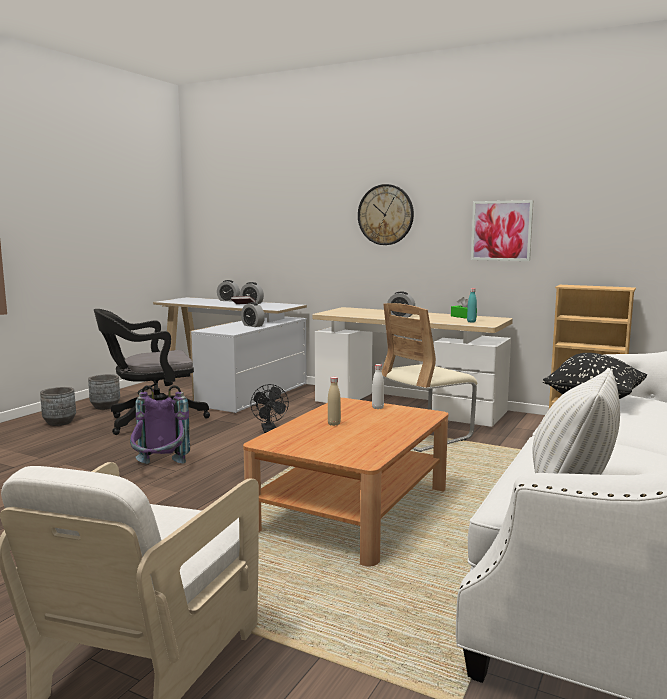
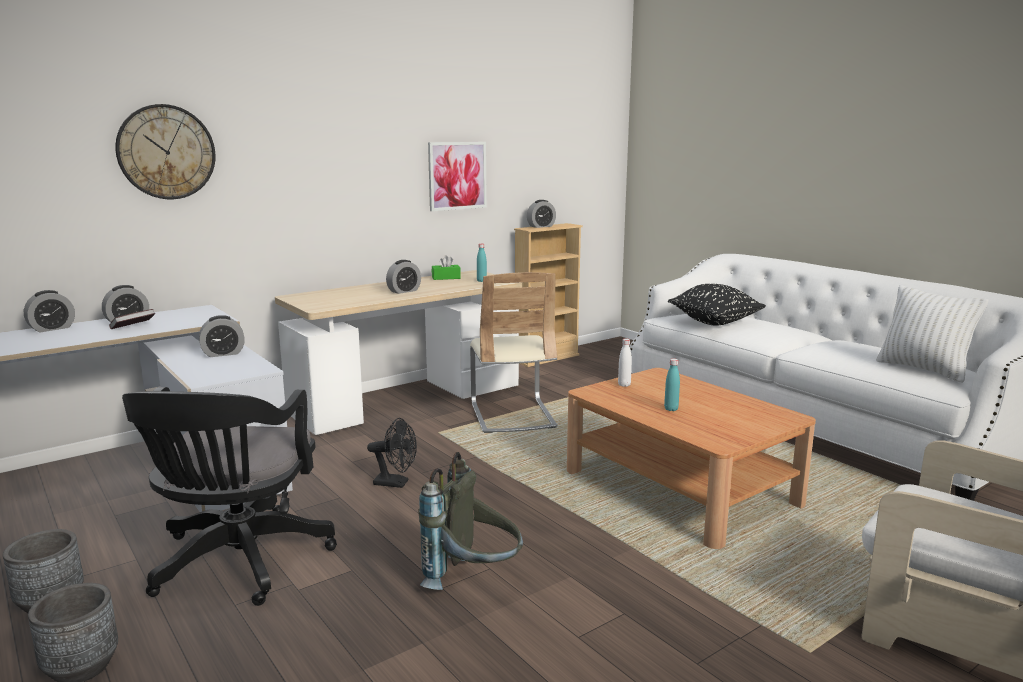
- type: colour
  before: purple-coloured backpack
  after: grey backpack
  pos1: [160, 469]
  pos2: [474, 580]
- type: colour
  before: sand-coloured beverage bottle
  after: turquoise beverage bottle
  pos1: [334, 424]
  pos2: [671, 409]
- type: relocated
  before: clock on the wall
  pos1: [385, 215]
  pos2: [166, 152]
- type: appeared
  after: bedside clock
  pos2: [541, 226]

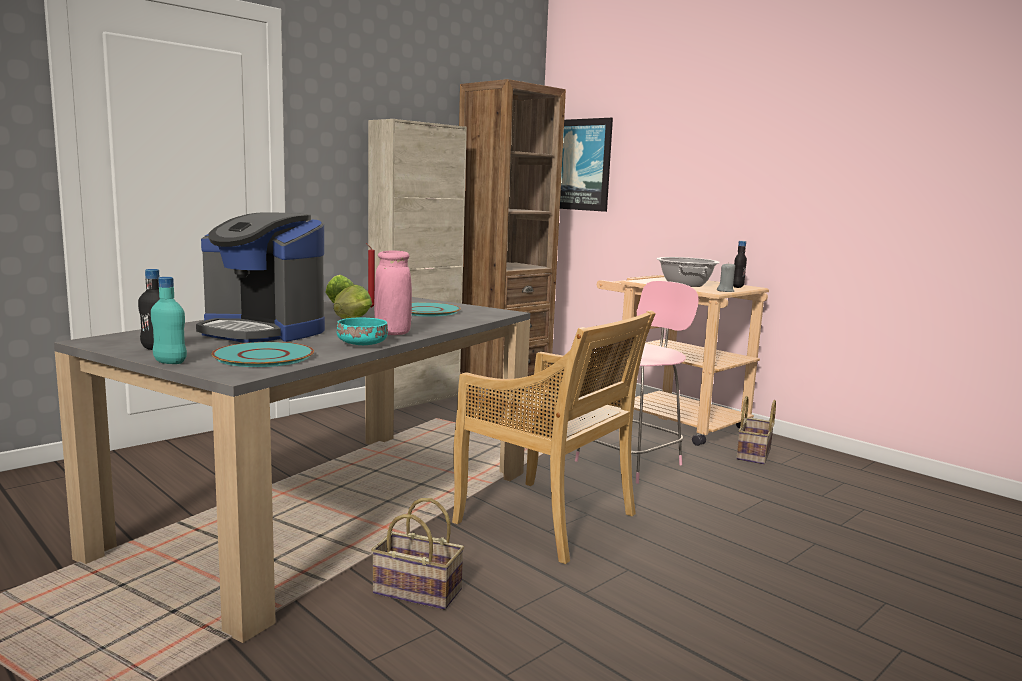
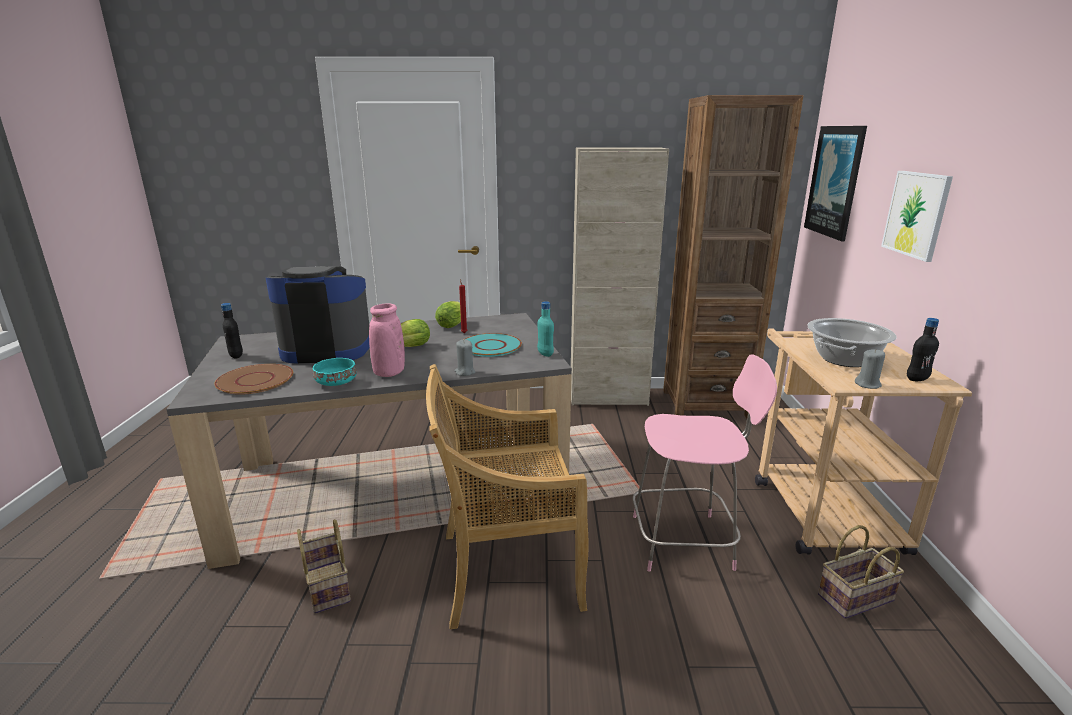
- type: relocated
  before: turquoise beverage bottle
  pos1: [170, 362]
  pos2: [545, 354]
- type: spun
  before: coffee machine
  pos1: [263, 331]
  pos2: [327, 350]
  turn: 105
- type: colour
  before: turquoise plate
  after: brownish plate
  pos1: [264, 356]
  pos2: [255, 380]
- type: spun
  before: sand-coloured upright chair
  pos1: [548, 520]
  pos2: [507, 571]
  turn: 90
- type: appeared
  after: grey wax light
  pos2: [465, 372]
- type: appeared
  after: picture
  pos2: [916, 214]

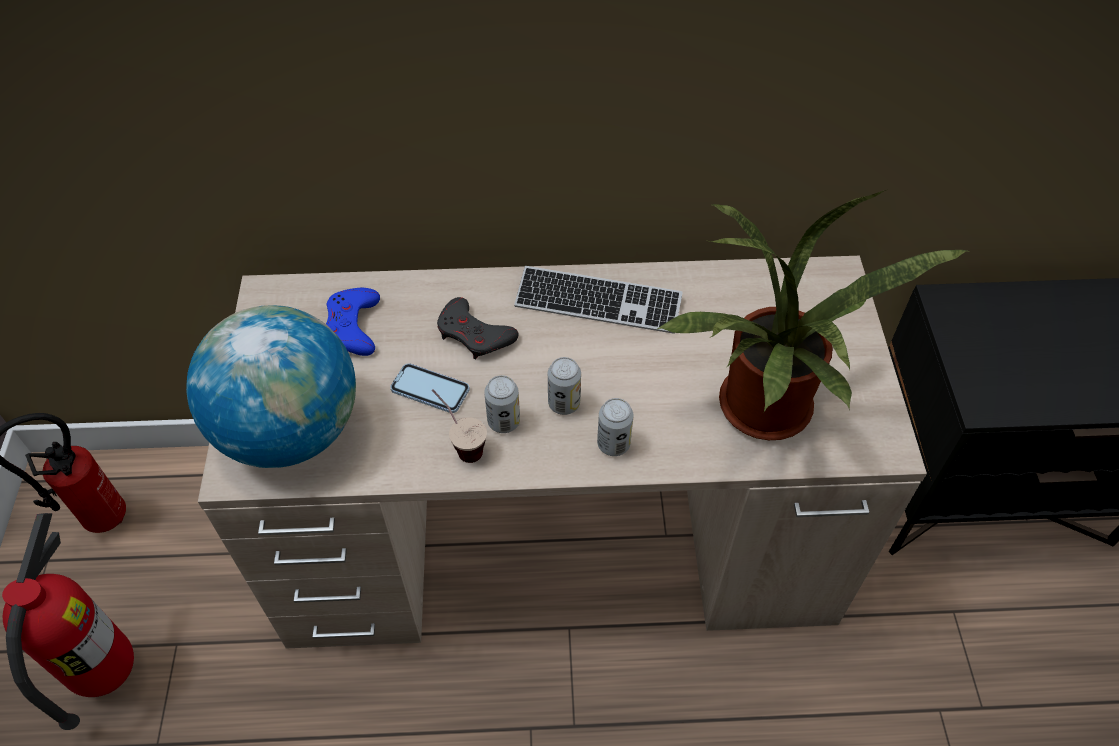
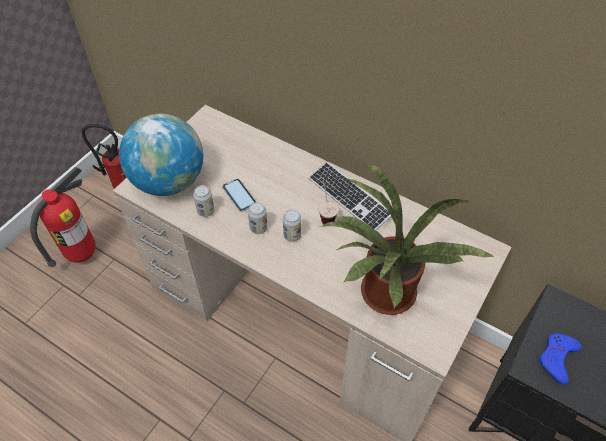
- type: relocated
  before: blue-coloured game controller
  pos1: [353, 327]
  pos2: [557, 358]
- type: relocated
  before: drinking cup
  pos1: [460, 444]
  pos2: [326, 214]
- type: missing
  before: grey game controller
  pos1: [474, 334]
- type: relocated
  before: metal can
  pos1: [613, 444]
  pos2: [206, 211]

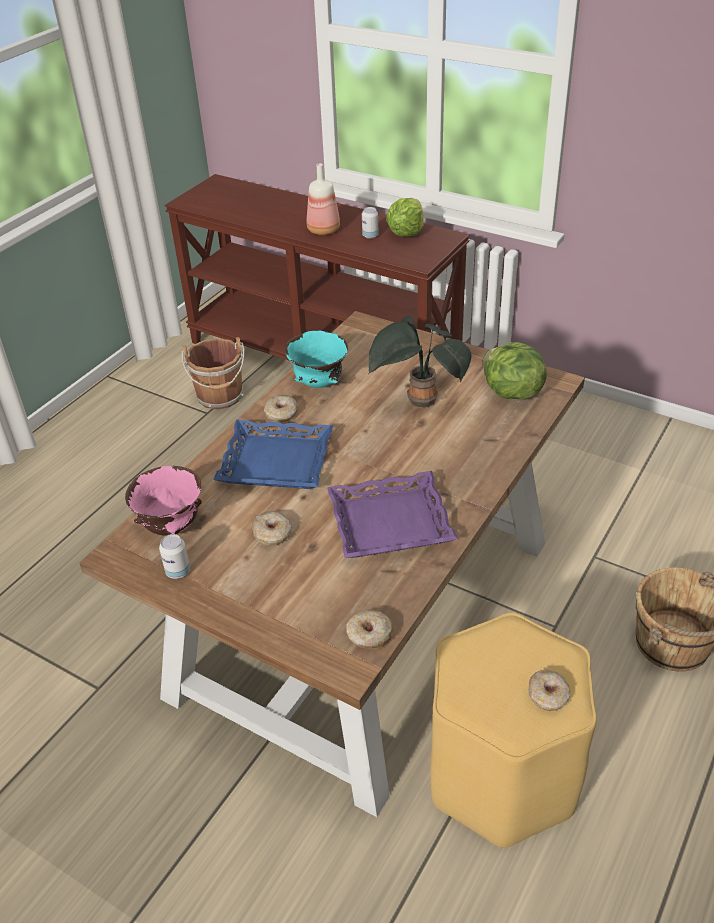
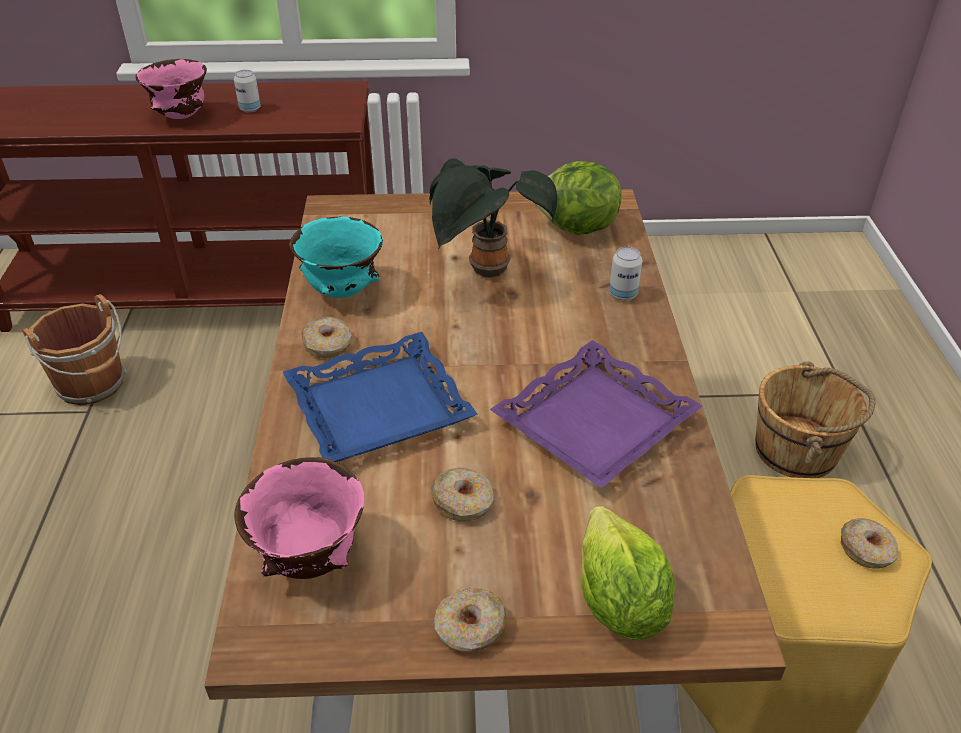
- type: relocated
  before: metal can
  pos1: [178, 571]
  pos2: [623, 294]
- type: exchanged
  before: beverage bottle
  after: pink-coloured bowl
  pos1: [322, 230]
  pos2: [180, 116]
- type: relocated
  before: donut
  pos1: [369, 635]
  pos2: [470, 628]
- type: relocated
  before: lettuce
  pos1: [406, 232]
  pos2: [618, 602]

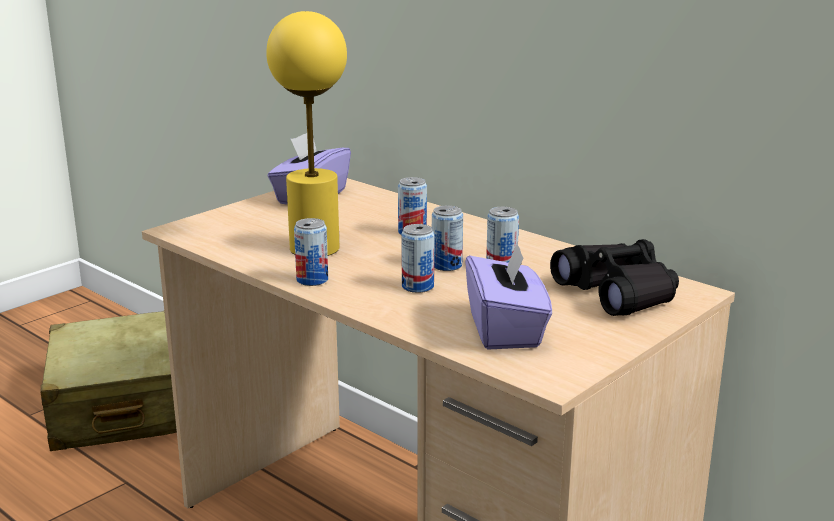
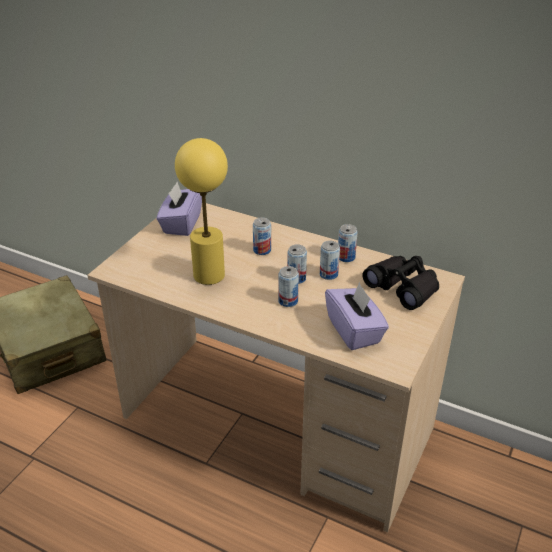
- type: relocated
  before: metal can
  pos1: [312, 280]
  pos2: [346, 257]

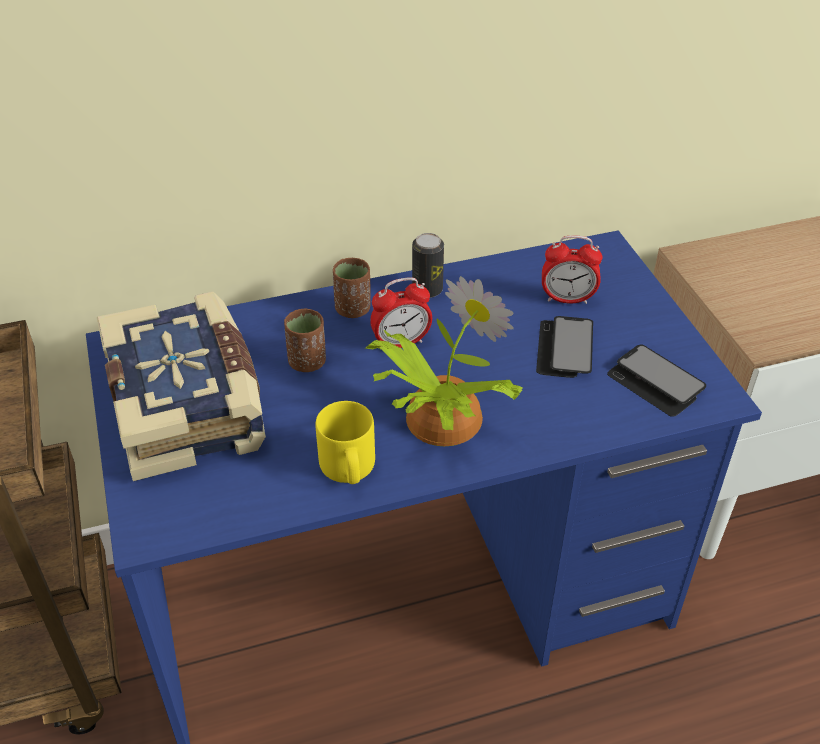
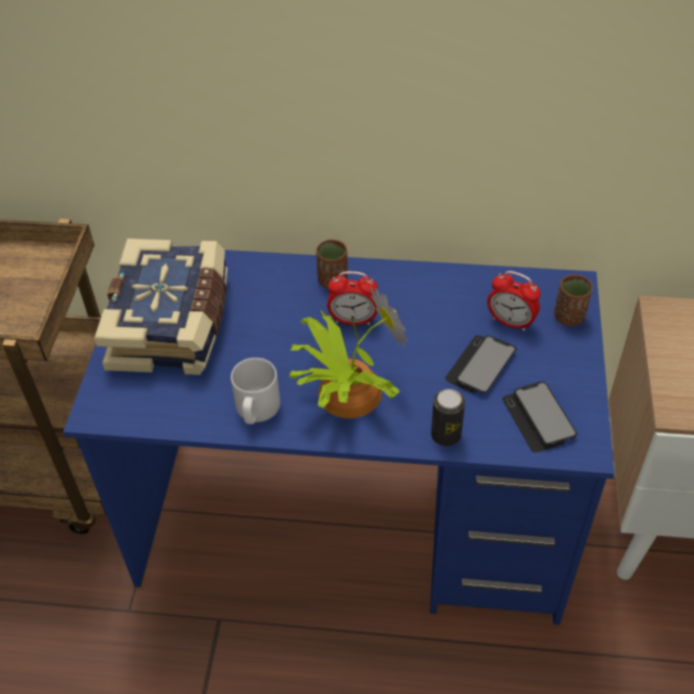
- type: relocated
  before: brownish drinking cup
  pos1: [307, 362]
  pos2: [569, 317]
- type: colour
  before: yellow tea mug
  after: grey tea mug
  pos1: [348, 468]
  pos2: [256, 410]
- type: relocated
  before: metal can
  pos1: [427, 289]
  pos2: [446, 435]

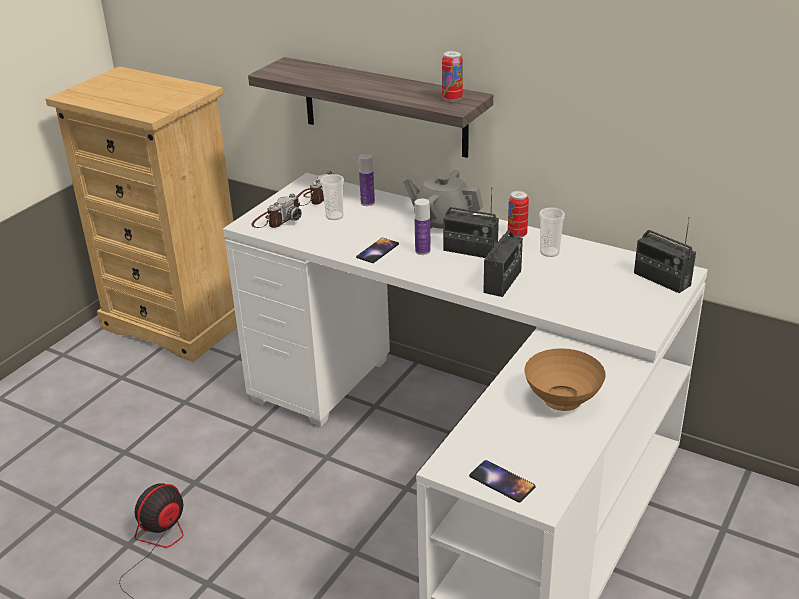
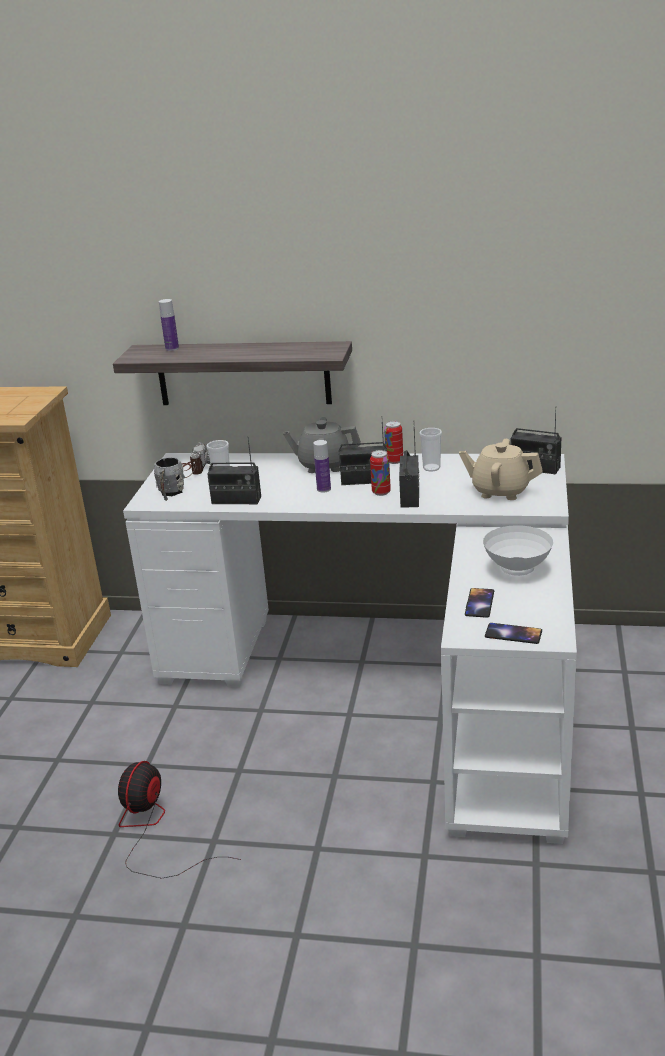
- type: exchanged
  before: still camera
  after: grey tea mug
  pos1: [277, 220]
  pos2: [170, 493]
- type: relocated
  before: phone
  pos1: [377, 251]
  pos2: [479, 603]
- type: relocated
  before: beverage bottle
  pos1: [367, 203]
  pos2: [172, 348]
- type: relocated
  before: metal can
  pos1: [452, 99]
  pos2: [381, 492]
- type: colour
  before: brownish bowl
  after: white-coloured bowl
  pos1: [563, 401]
  pos2: [518, 569]
- type: appeared
  after: radio receiver
  pos2: [236, 500]
- type: appeared
  after: sand-coloured teapot
  pos2: [500, 491]

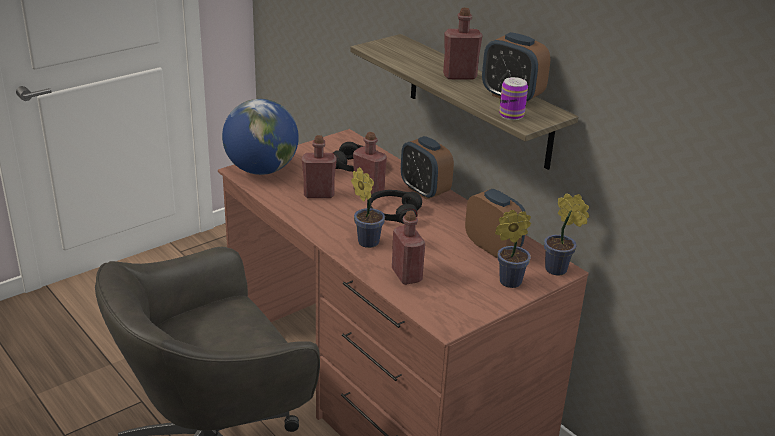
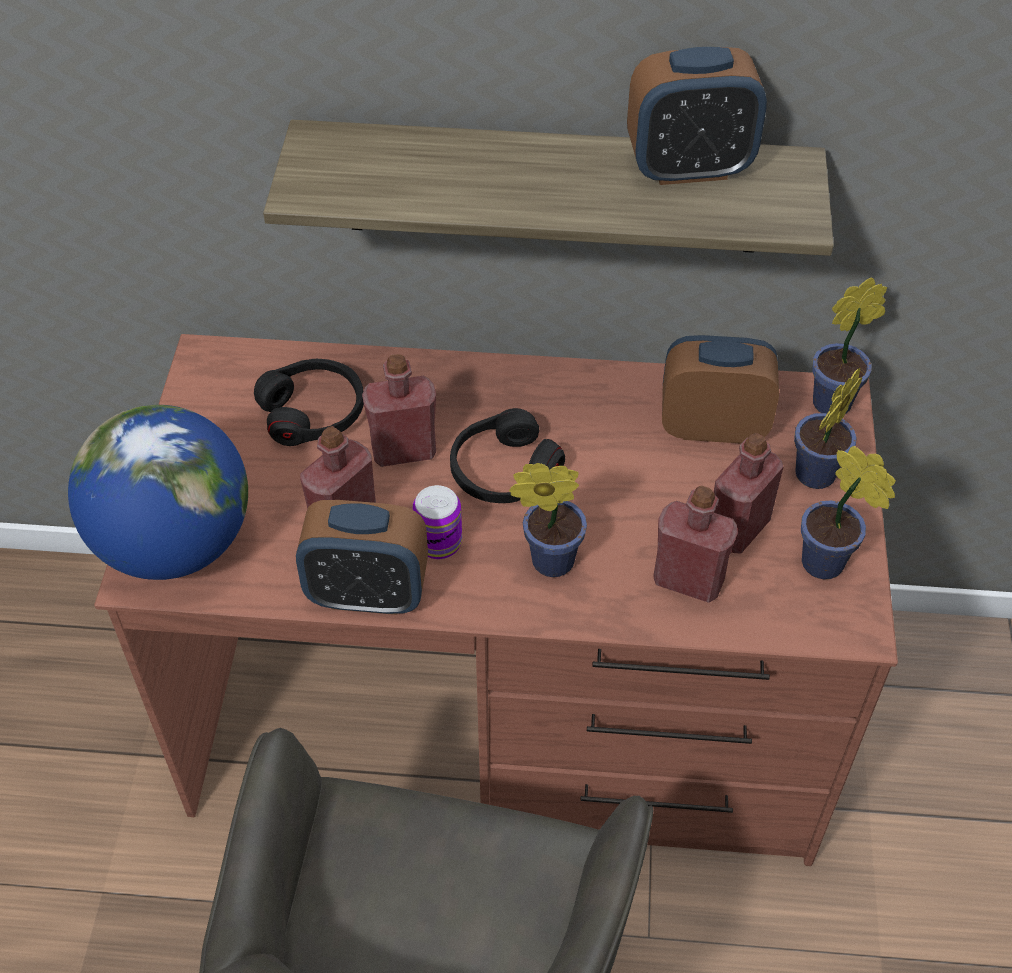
- type: relocated
  before: bedside clock
  pos1: [424, 191]
  pos2: [367, 594]
- type: relocated
  before: red beverage bottle
  pos1: [459, 76]
  pos2: [738, 529]
- type: relocated
  before: metal can
  pos1: [511, 115]
  pos2: [438, 543]
- type: appeared
  after: houseplant
  pos2: [828, 566]

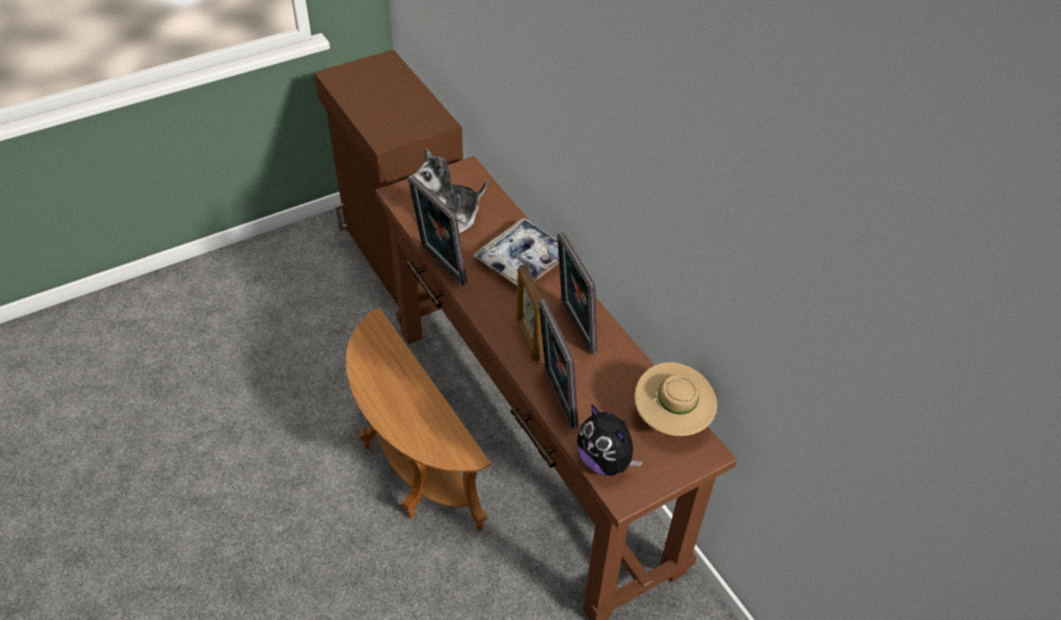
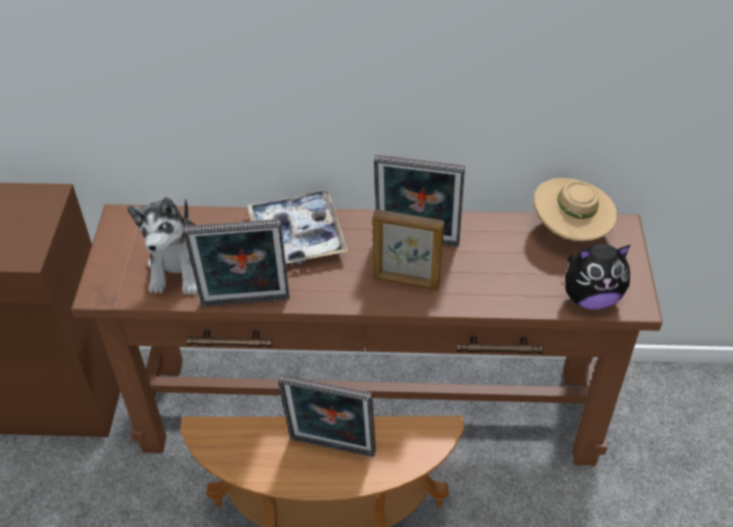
- type: relocated
  before: standing frame
  pos1: [556, 398]
  pos2: [331, 450]

